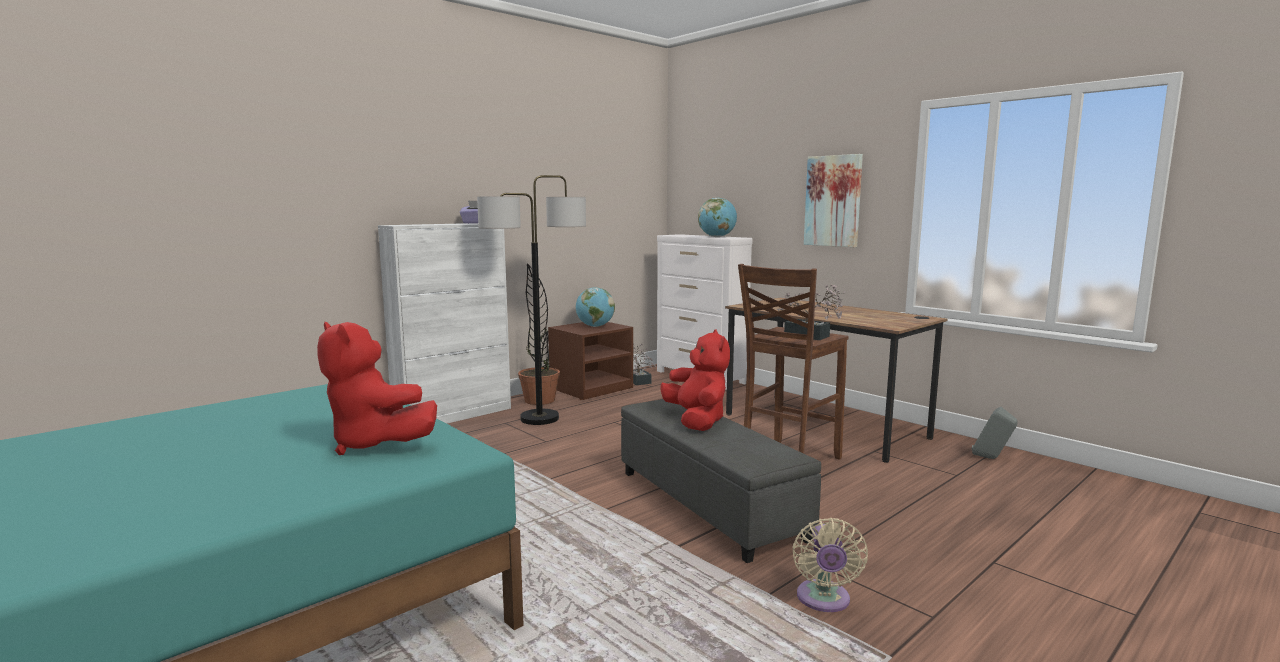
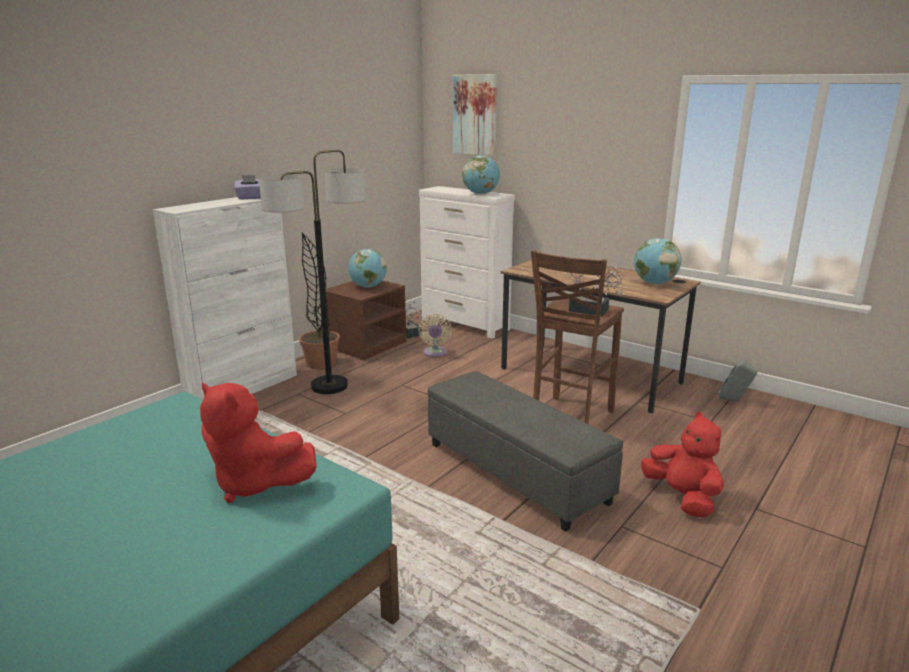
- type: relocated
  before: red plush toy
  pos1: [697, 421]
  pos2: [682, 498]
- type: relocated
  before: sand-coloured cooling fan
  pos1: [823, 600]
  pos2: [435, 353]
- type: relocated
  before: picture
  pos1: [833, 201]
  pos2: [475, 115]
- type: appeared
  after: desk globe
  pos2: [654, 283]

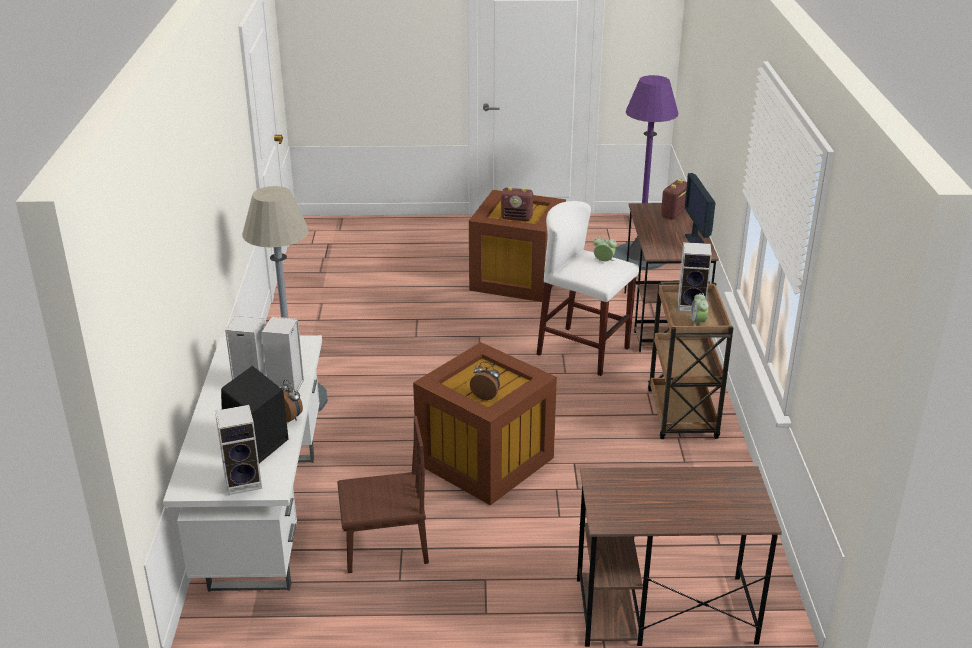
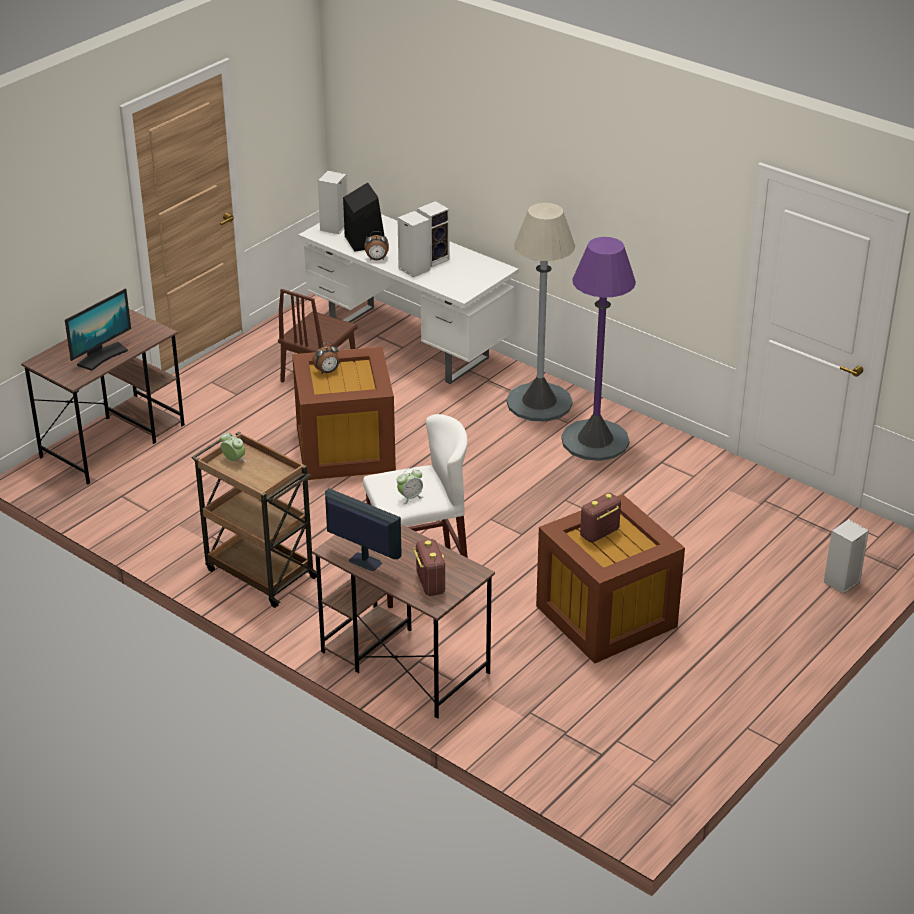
- type: relocated
  before: purple-coloured standing lamp
  pos1: [640, 256]
  pos2: [595, 440]
- type: relocated
  before: speaker
  pos1: [692, 305]
  pos2: [841, 583]
- type: appeared
  after: computer screen
  pos2: [102, 356]

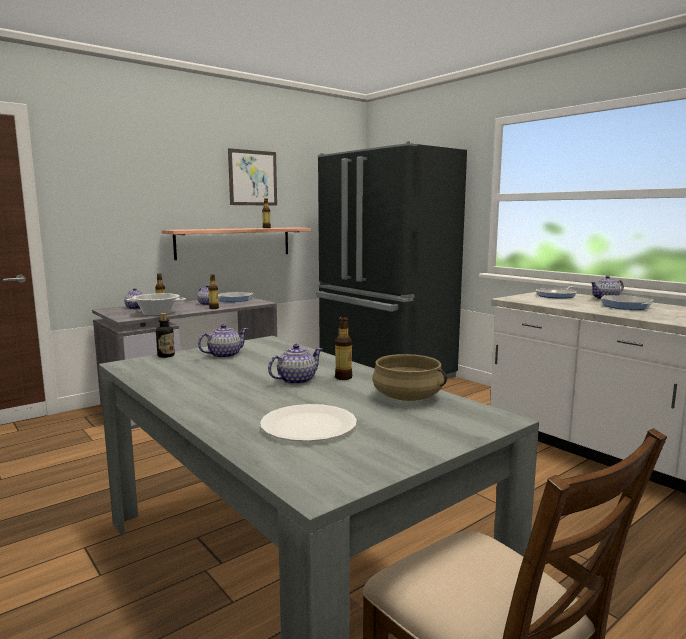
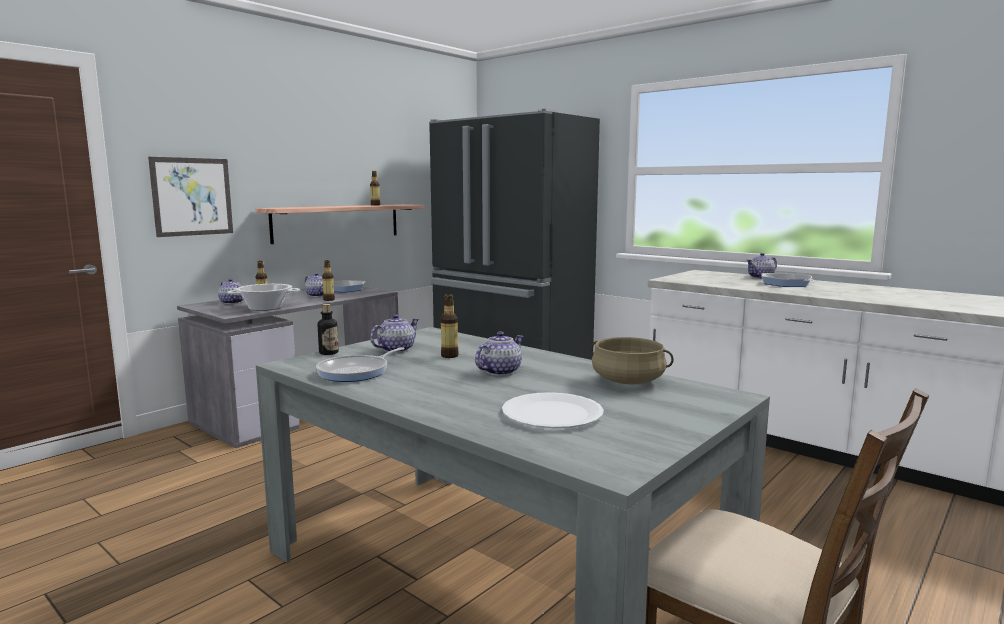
- type: relocated
  before: picture
  pos1: [253, 178]
  pos2: [192, 196]
- type: relocated
  before: beverage bottle
  pos1: [343, 377]
  pos2: [449, 356]
- type: relocated
  before: skillet
  pos1: [557, 295]
  pos2: [356, 372]

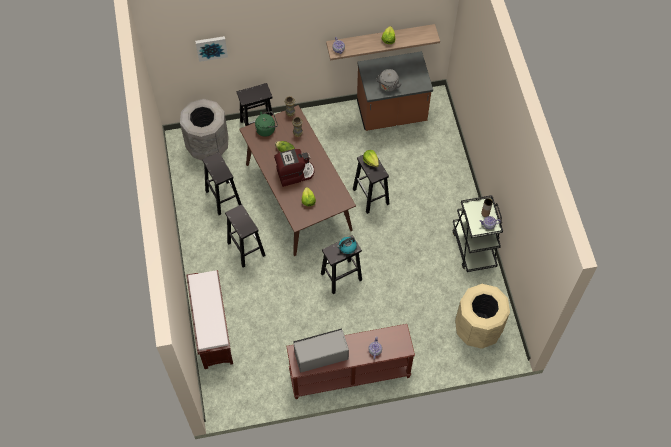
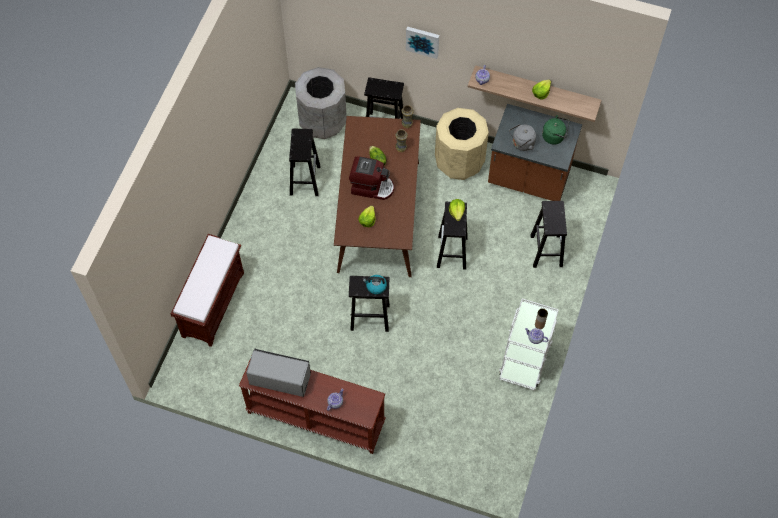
- type: relocated
  before: picture
  pos1: [211, 47]
  pos2: [422, 41]
- type: relocated
  before: black-coloured stool seat
  pos1: [245, 248]
  pos2: [546, 250]
- type: relocated
  before: green-coloured tea kettle
  pos1: [267, 129]
  pos2: [554, 136]
- type: colour
  before: black-coloured cart
  after: white-coloured cart
  pos1: [473, 247]
  pos2: [525, 358]
- type: relocated
  before: sand-coloured waste bin
  pos1: [477, 328]
  pos2: [459, 162]

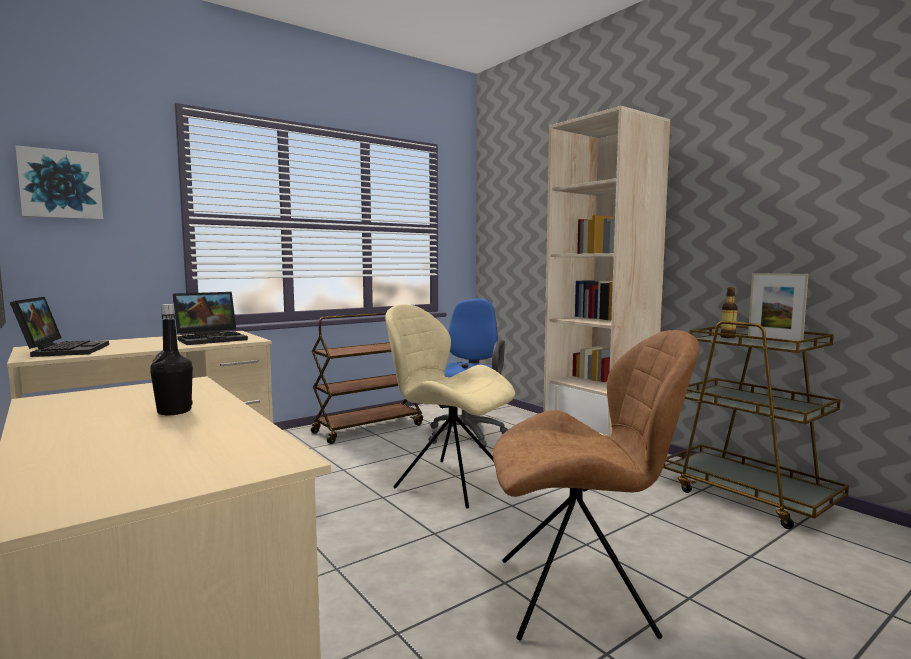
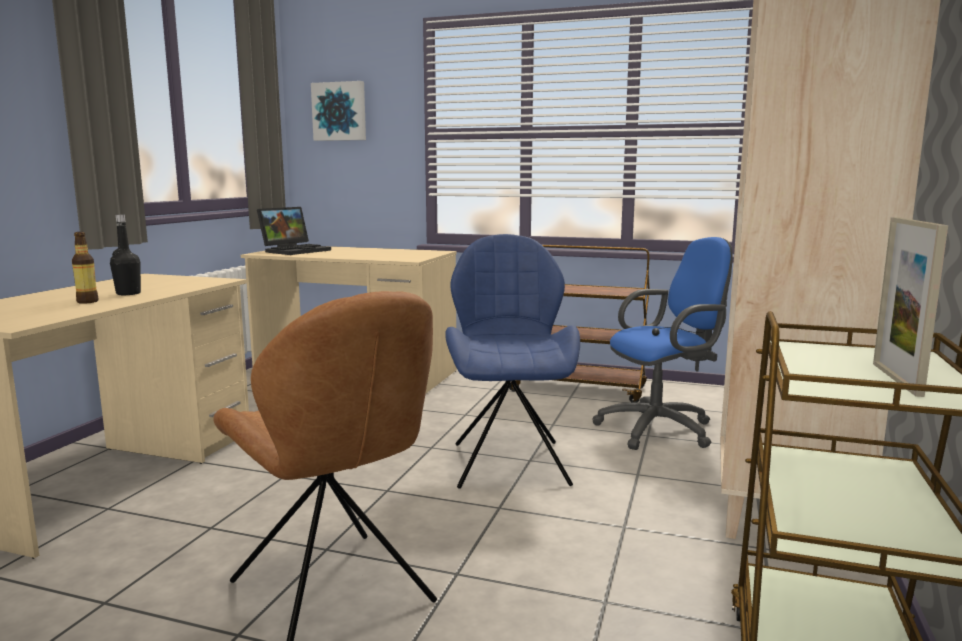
- type: missing
  before: portable computer
  pos1: [212, 339]
- type: colour
  before: sand-coloured upright chair
  after: blue-coloured upright chair
  pos1: [449, 481]
  pos2: [509, 462]
- type: relocated
  before: beverage bottle
  pos1: [727, 337]
  pos2: [87, 301]

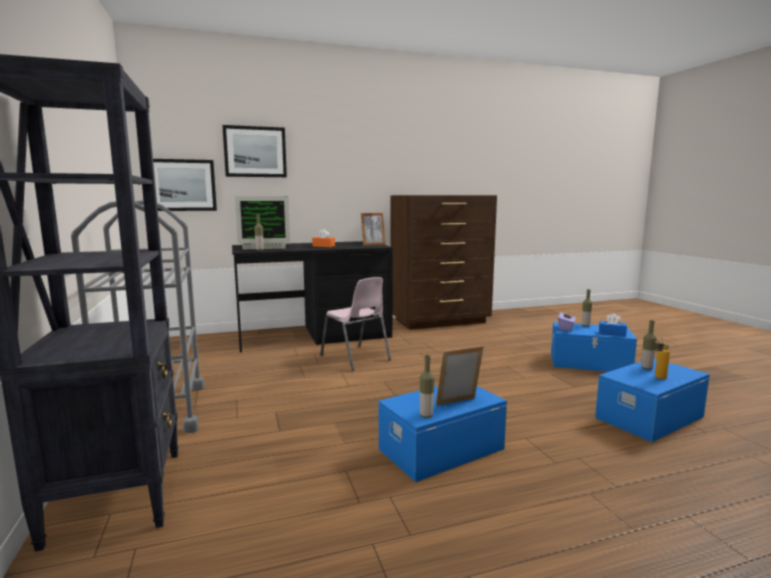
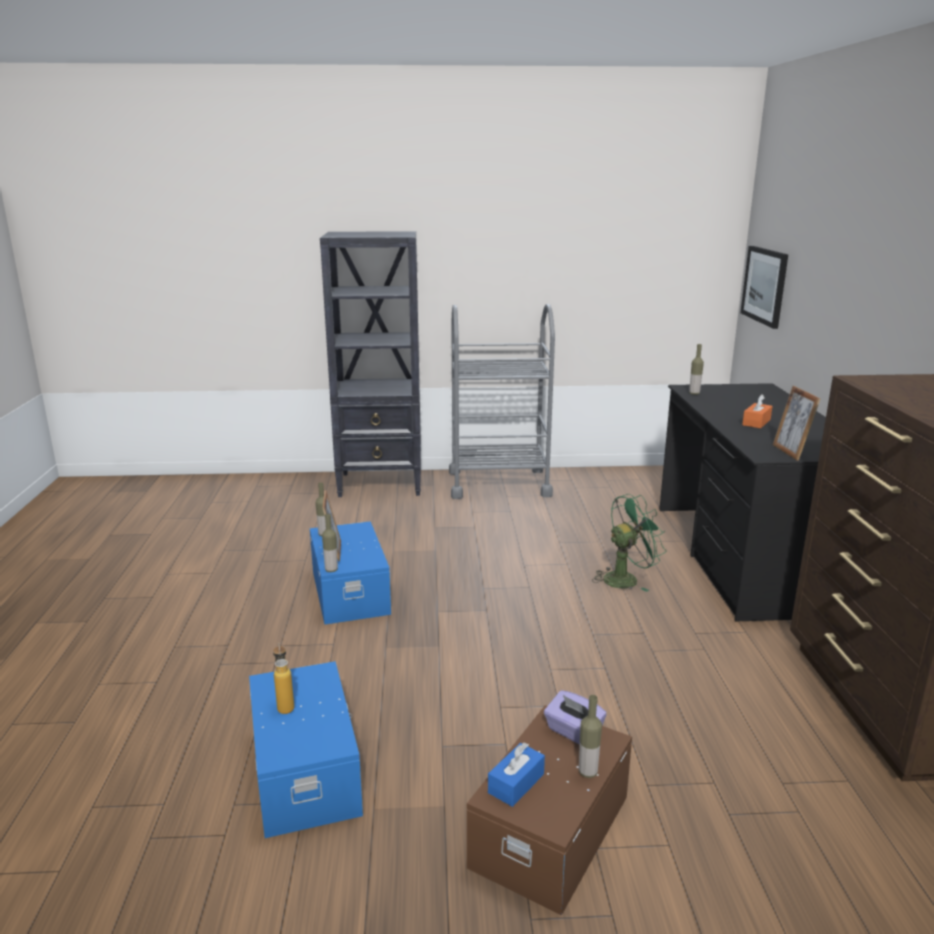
- type: missing
  before: picture
  pos1: [255, 152]
- type: missing
  before: computer screen
  pos1: [265, 246]
- type: exchanged
  before: pink-coloured upright chair
  after: green-coloured cooling fan
  pos1: [356, 358]
  pos2: [626, 578]
- type: colour
  before: blue-coloured storage bin
  after: brownish storage bin
  pos1: [590, 363]
  pos2: [548, 830]
- type: relocated
  before: beverage bottle
  pos1: [646, 368]
  pos2: [331, 570]

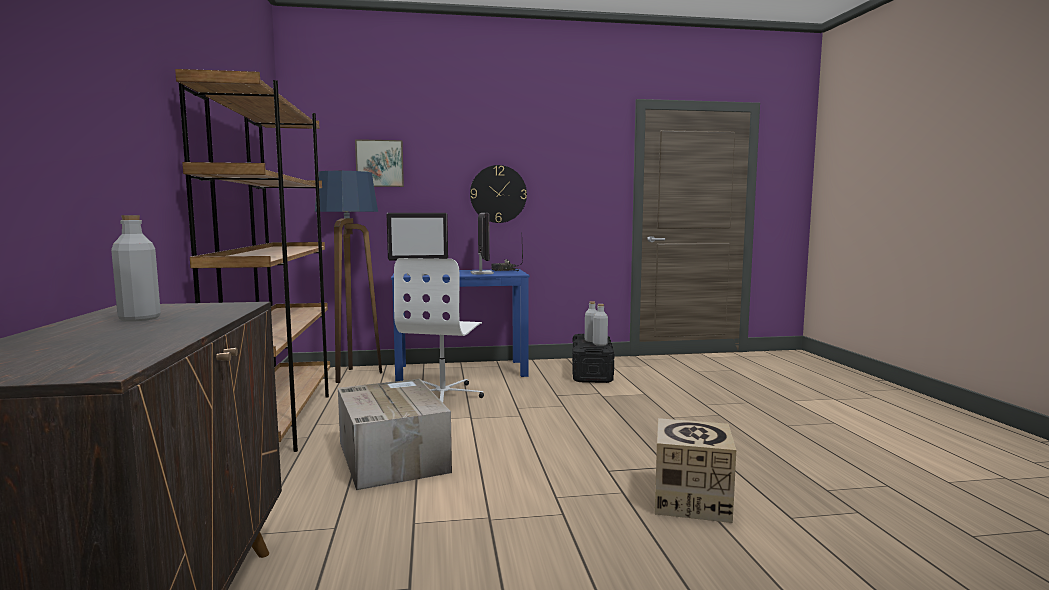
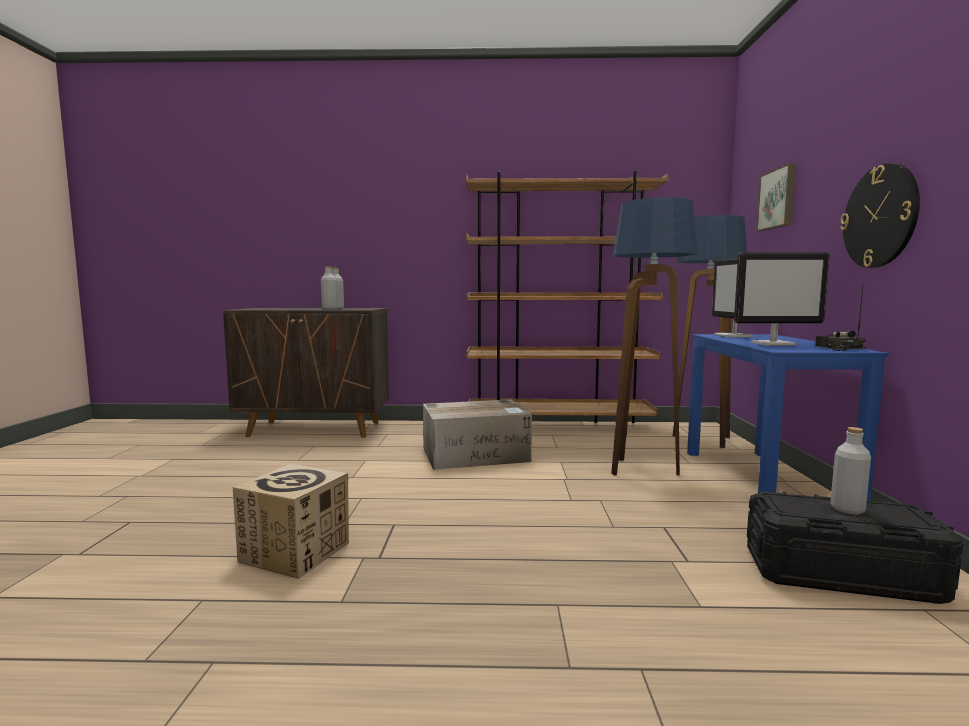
- type: exchanged
  before: white-coloured computer chair
  after: standing lamp
  pos1: [443, 395]
  pos2: [644, 470]
- type: relocated
  before: grey beverage bottle
  pos1: [600, 344]
  pos2: [329, 309]

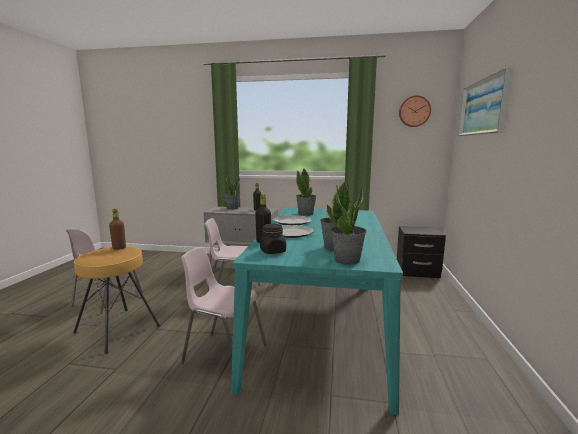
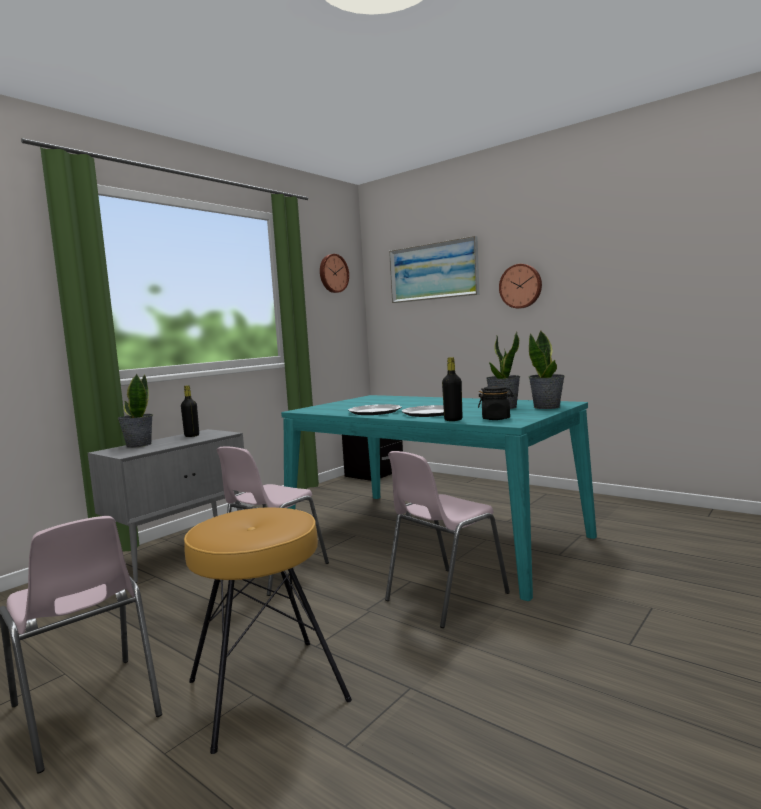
- type: missing
  before: brownish beverage bottle
  pos1: [119, 248]
- type: missing
  before: houseplant
  pos1: [306, 214]
- type: appeared
  after: clock on the wall
  pos2: [521, 286]

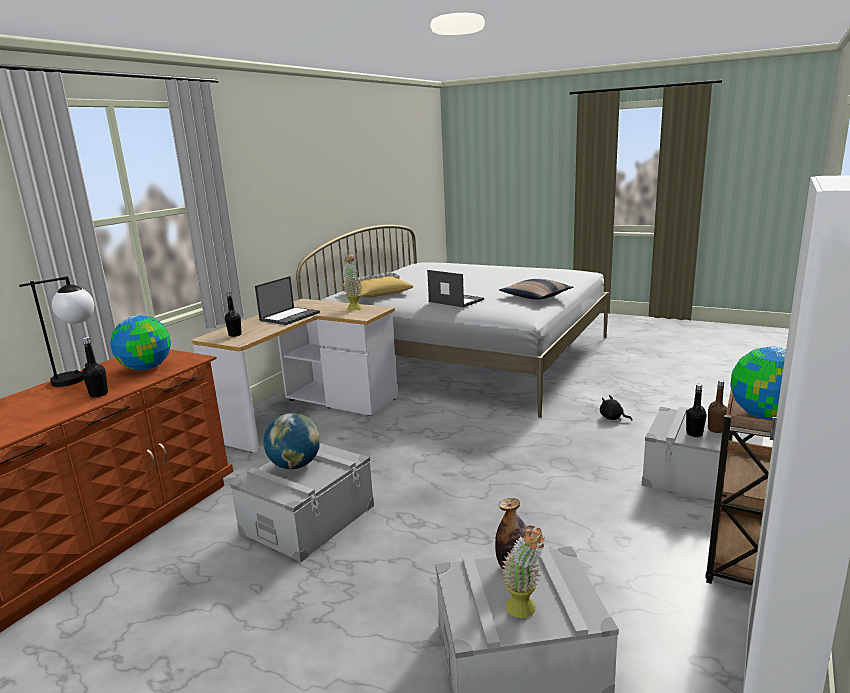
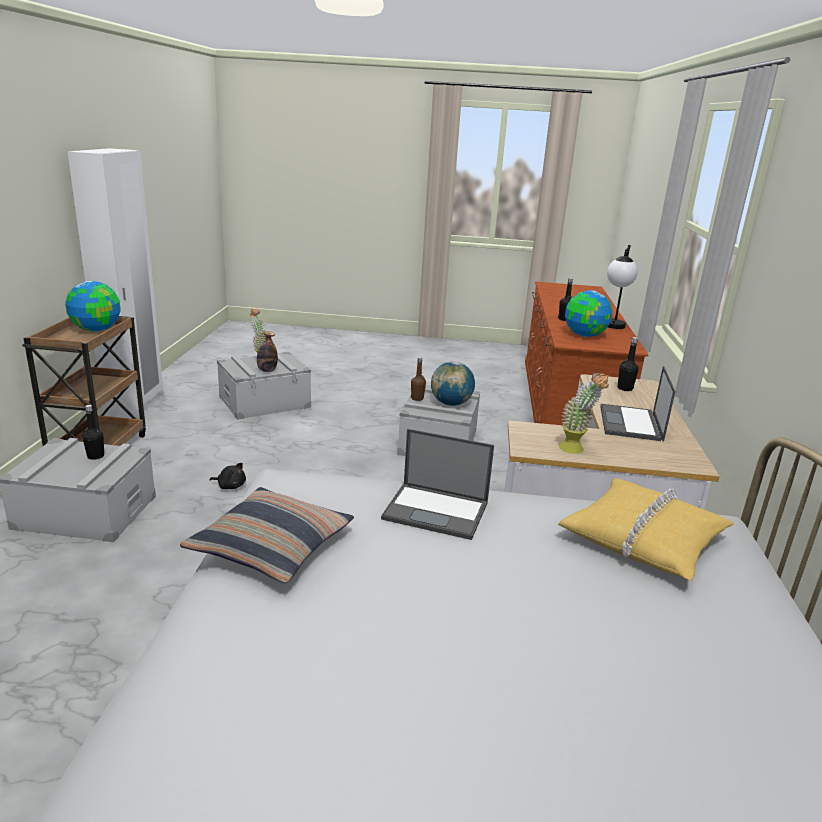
- type: relocated
  before: black-coloured plush toy
  pos1: [612, 418]
  pos2: [230, 486]
- type: relocated
  before: brownish beverage bottle
  pos1: [715, 430]
  pos2: [417, 398]

